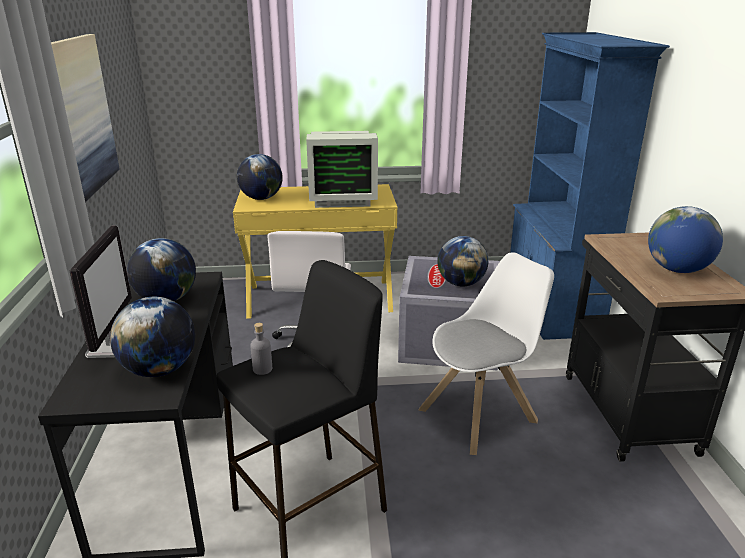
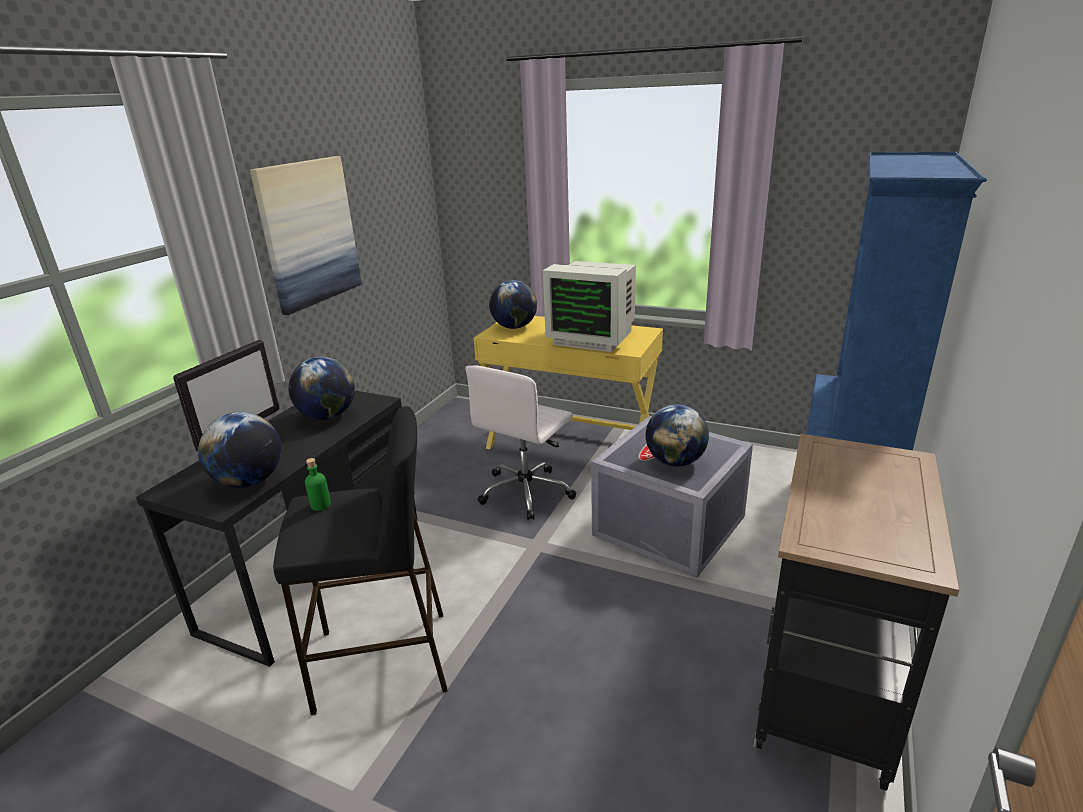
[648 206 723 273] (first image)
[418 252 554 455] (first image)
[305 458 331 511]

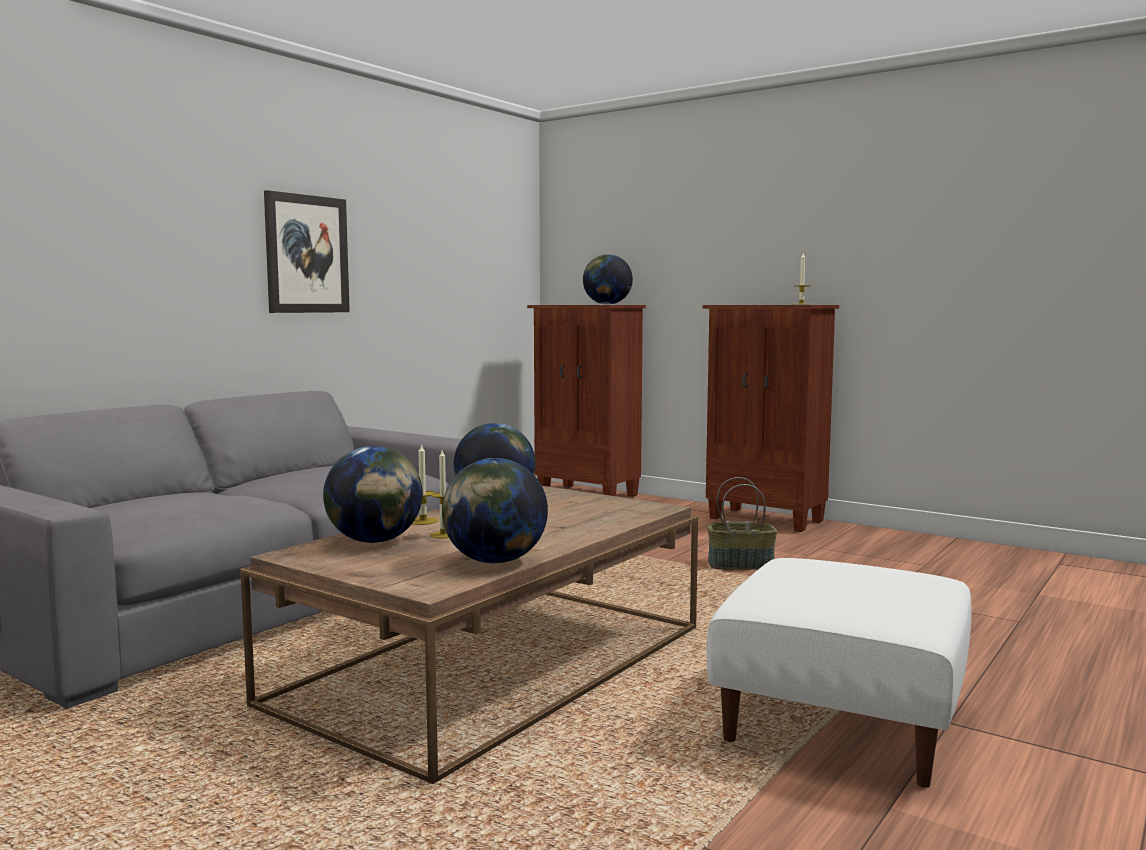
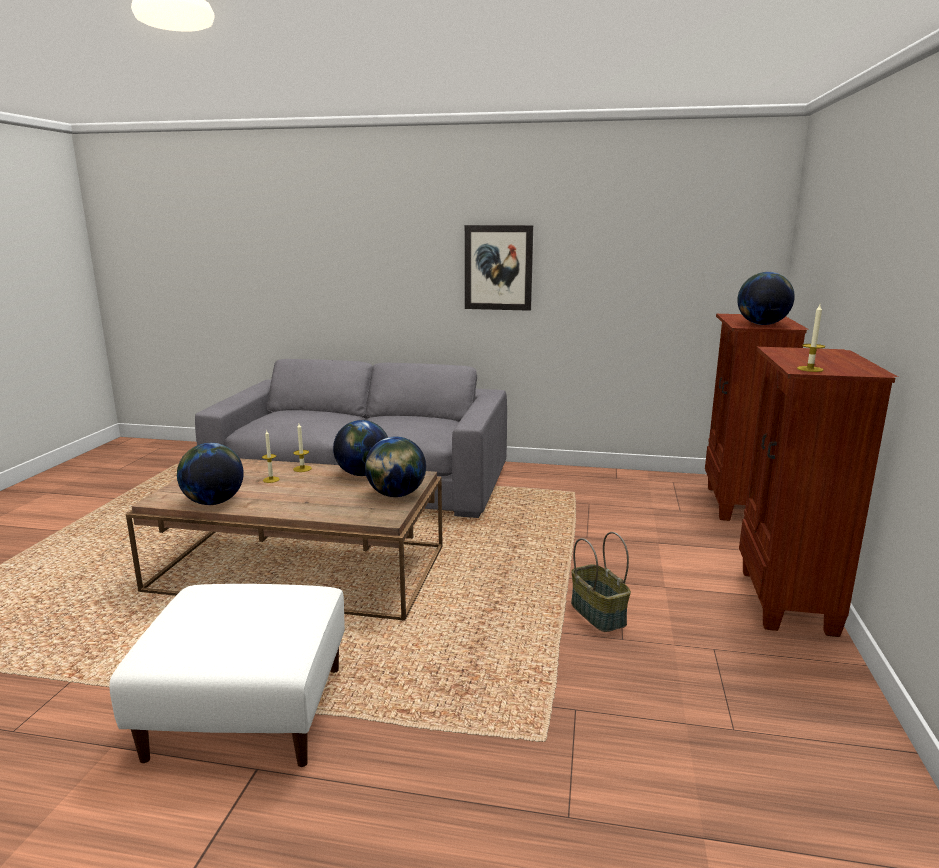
[365 436 426 497]

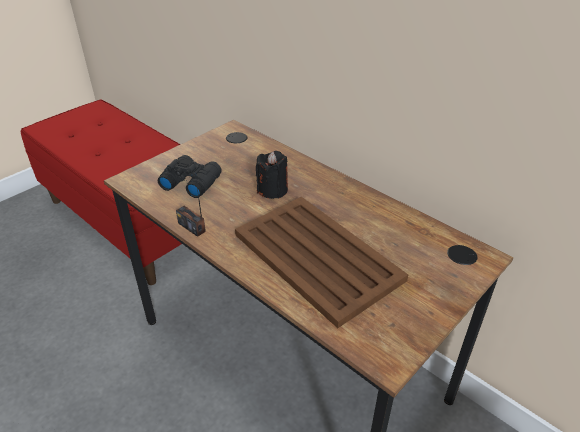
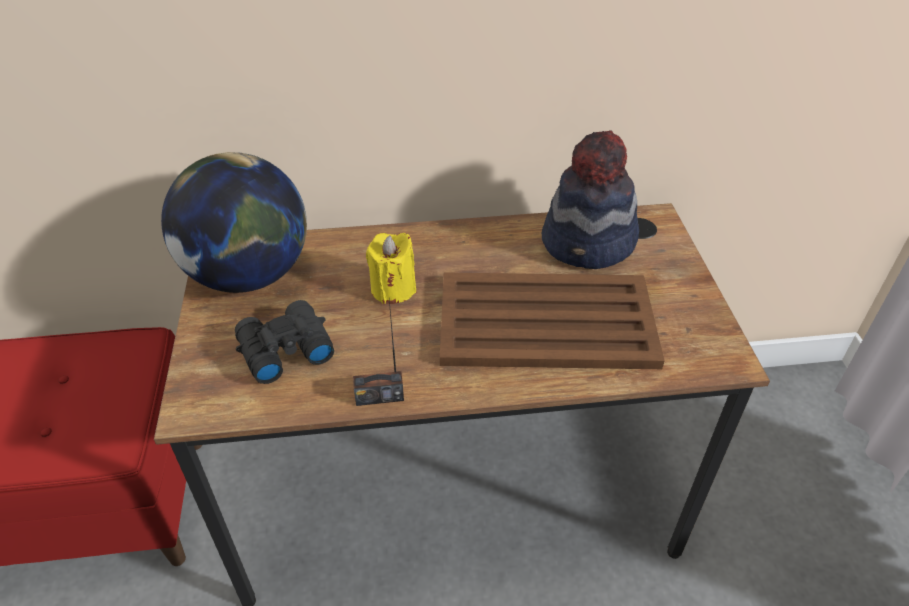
[366 233 416 304]
[542 130 639 269]
[161 152 307 293]

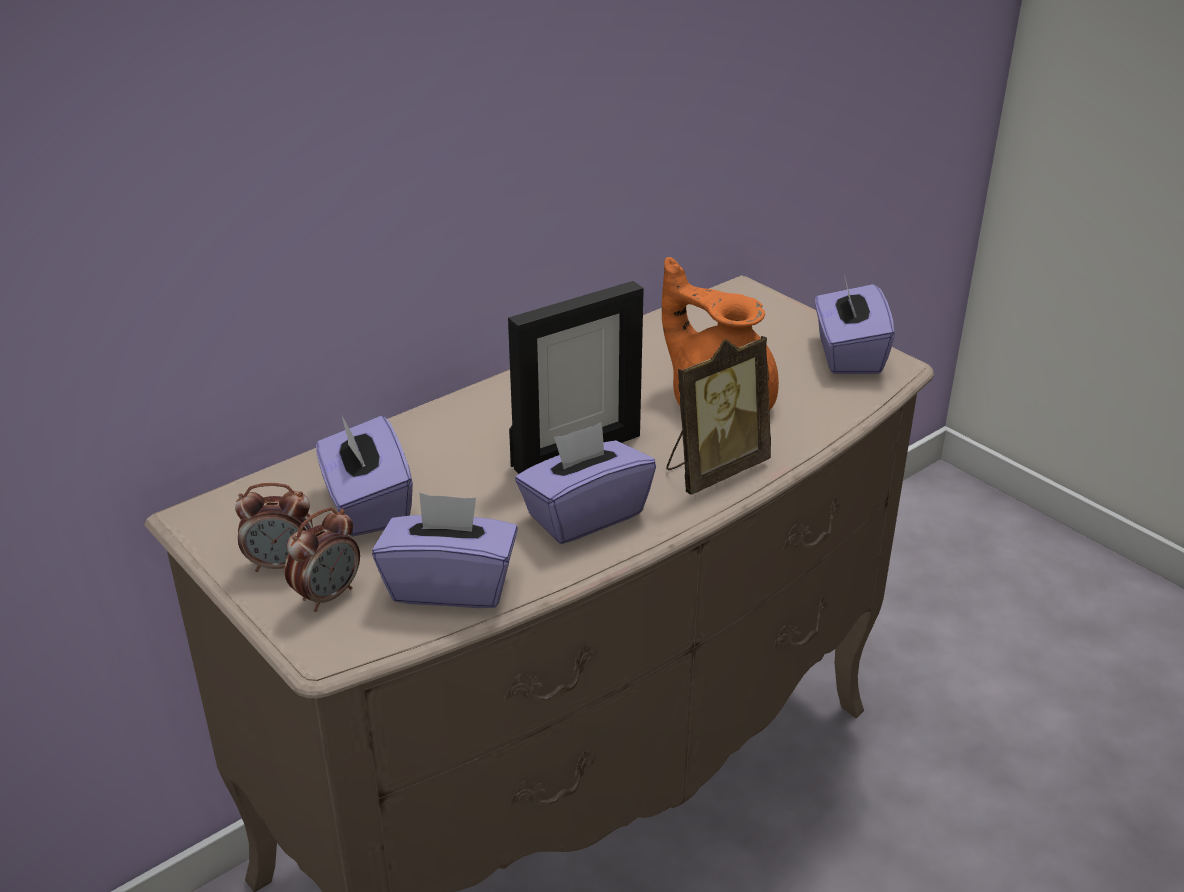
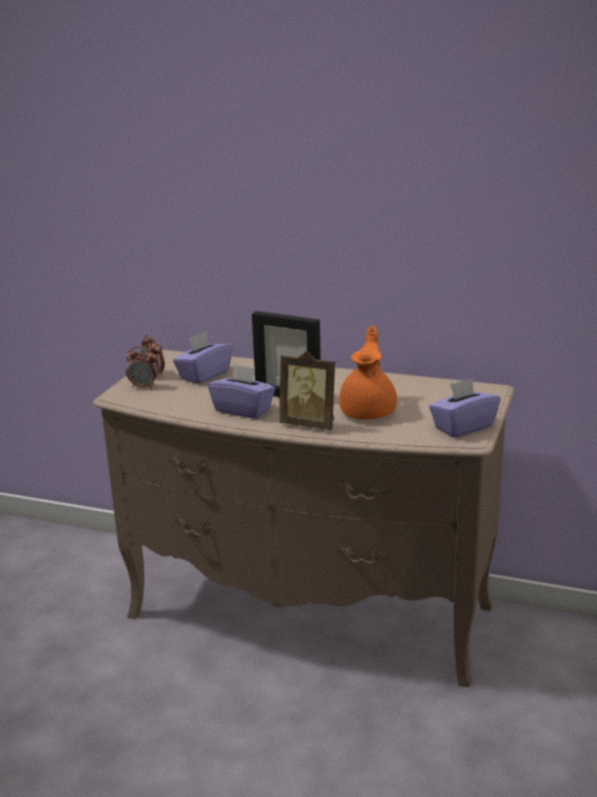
[372 493 518 608] (first image)

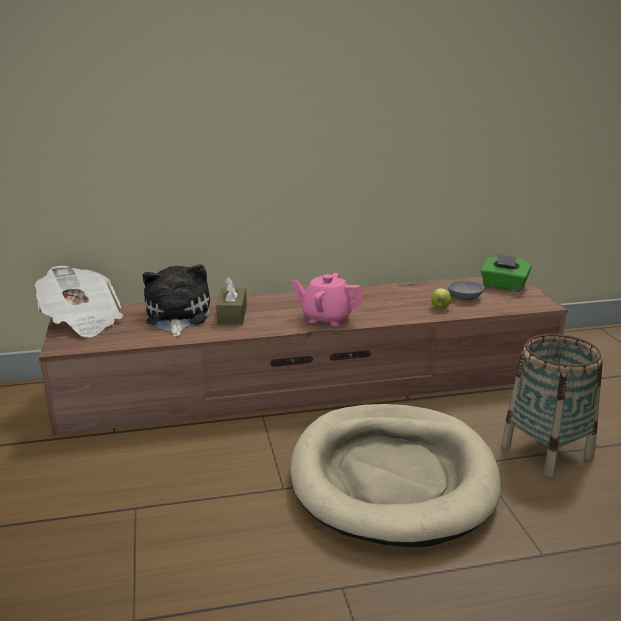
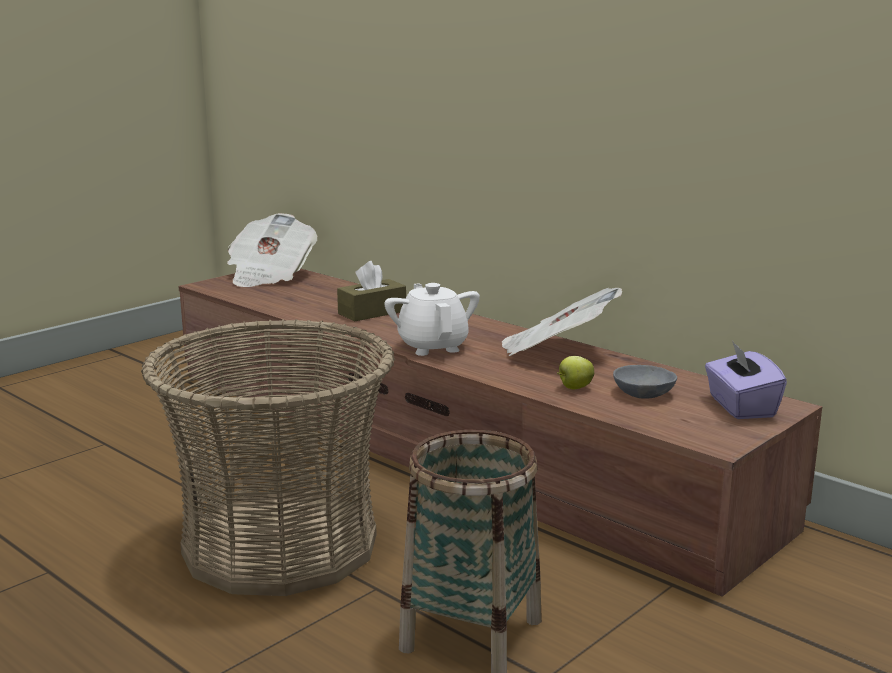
[705 342 787 419]
[143 264 210 337] (first image)
[384 283 480 356]
[141 319 395 596]
[502 288 622 356]

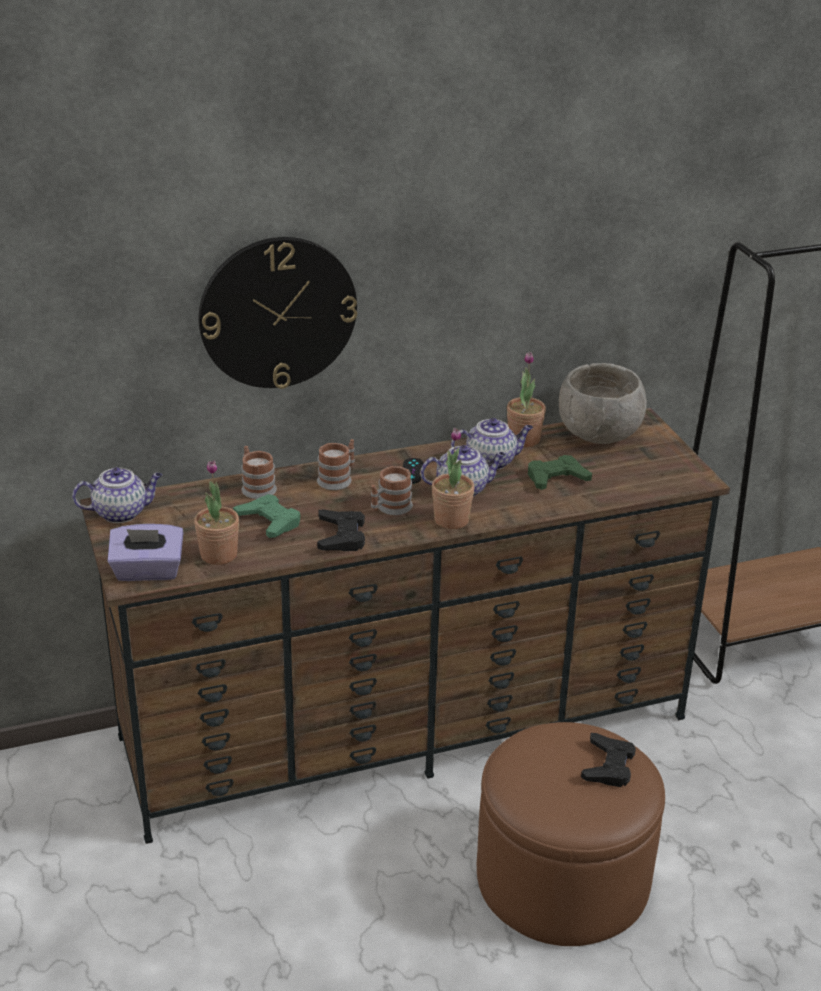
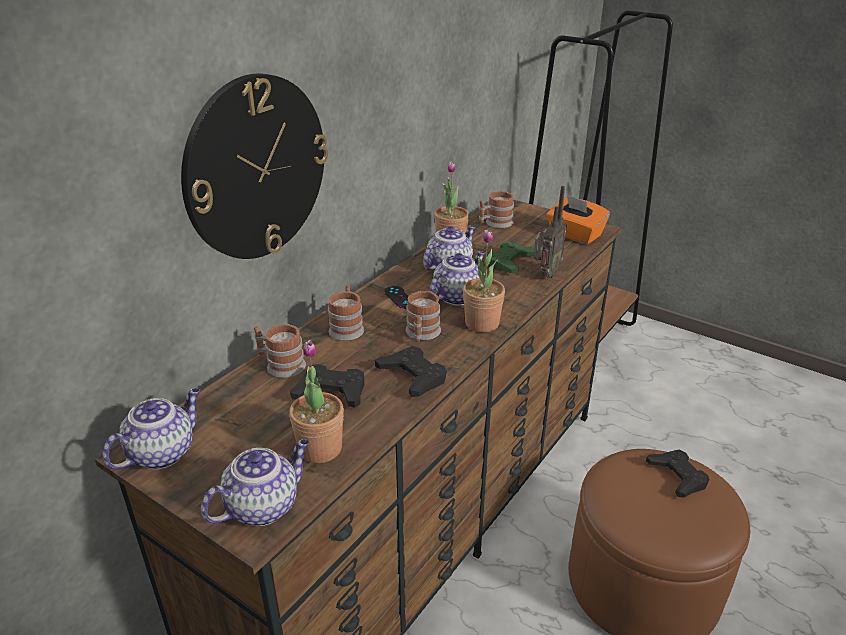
[479 191 514 229]
[290 364 365 408]
[201 439 309 526]
[534 186 567 278]
[546 195 610 245]

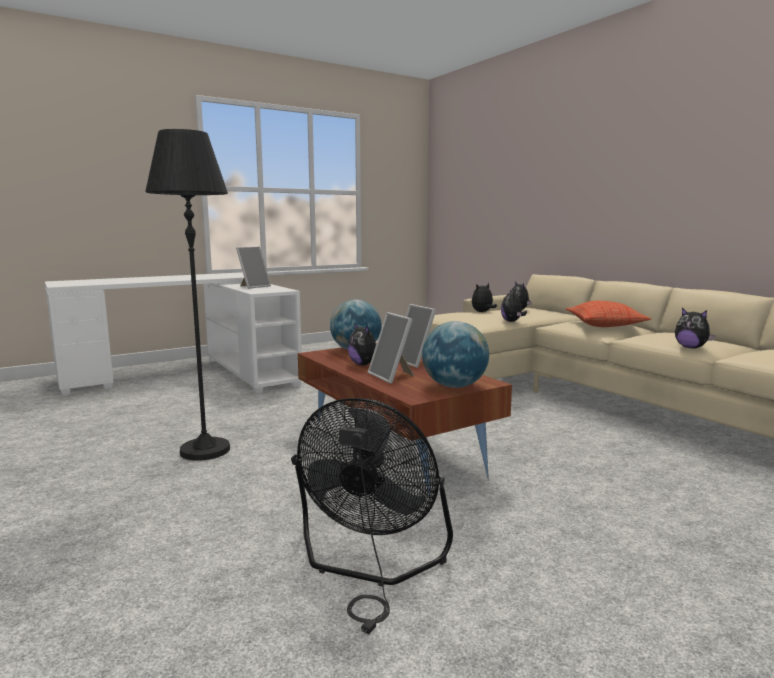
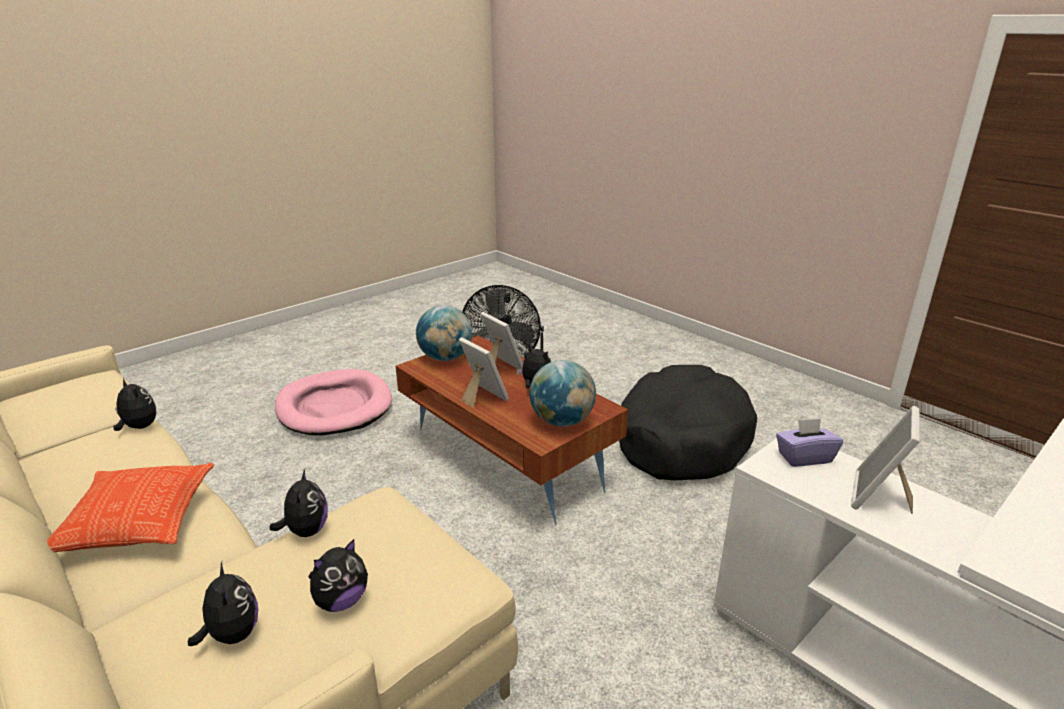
[619 365 757 481]
[275 369 392 436]
[776 418 843 467]

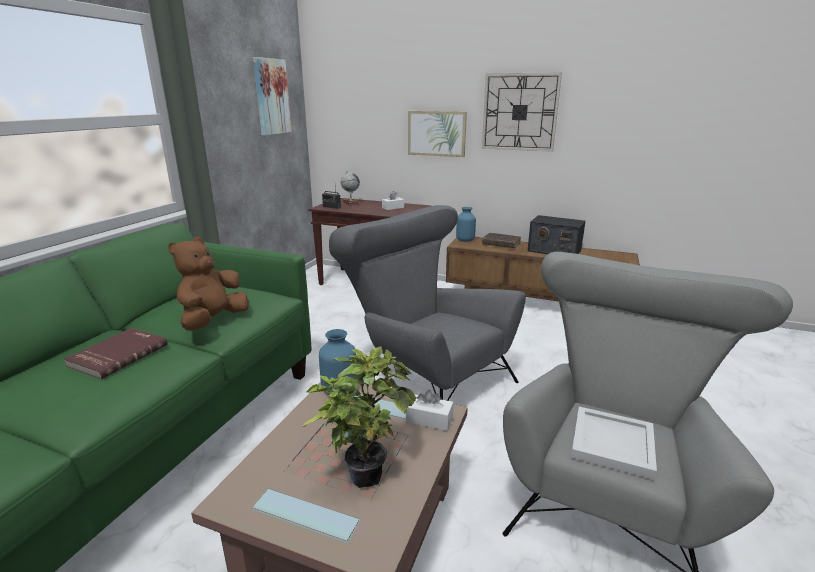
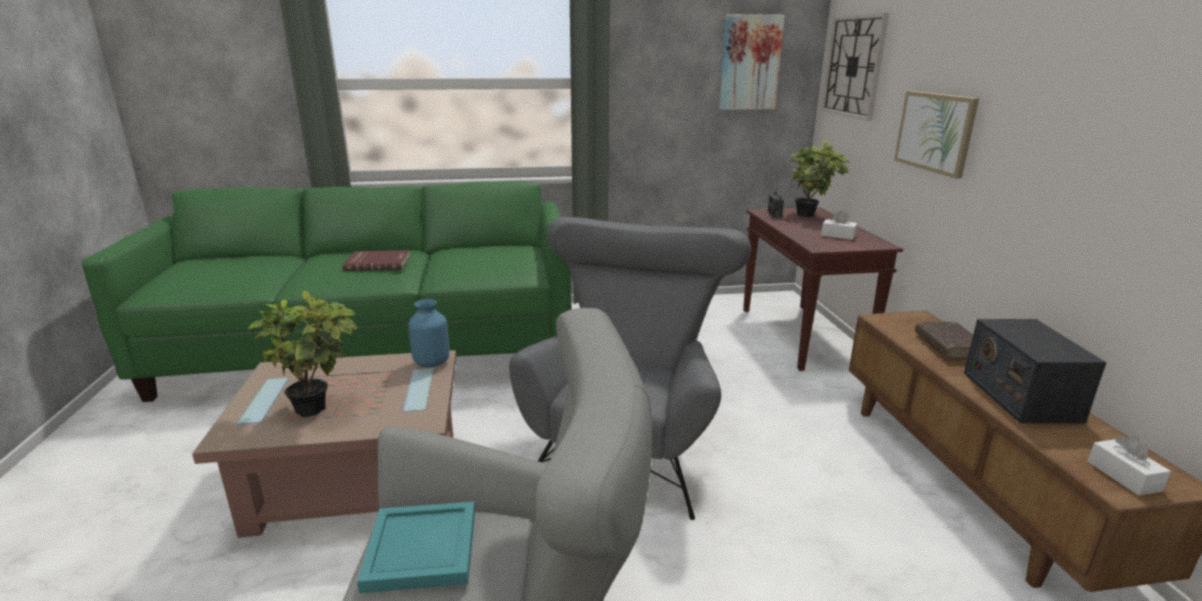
[822 13 889 121]
[790 140 850 217]
[456 207 476 242] (first image)
[168 237 249 331] (first image)
[1088 436 1171 495]
[357 502 475 594]

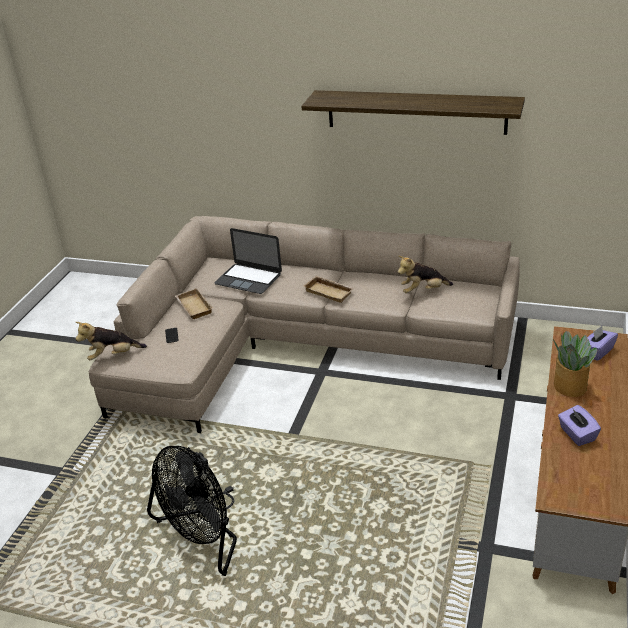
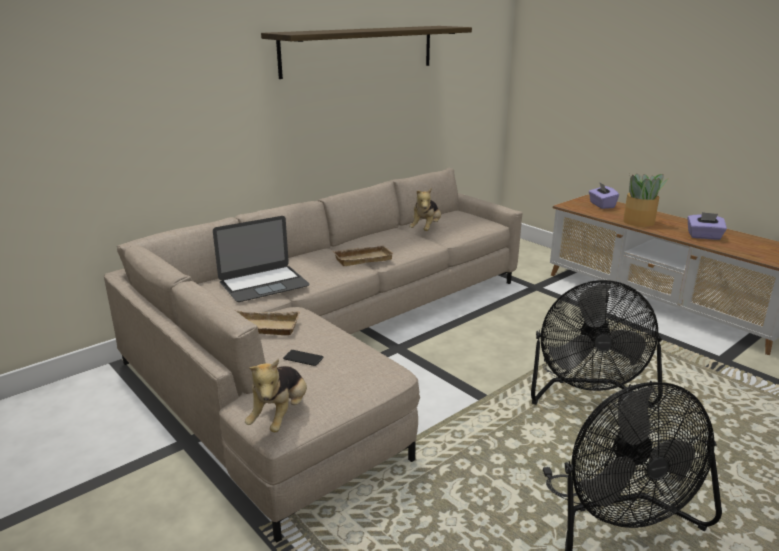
[531 280 663 409]

